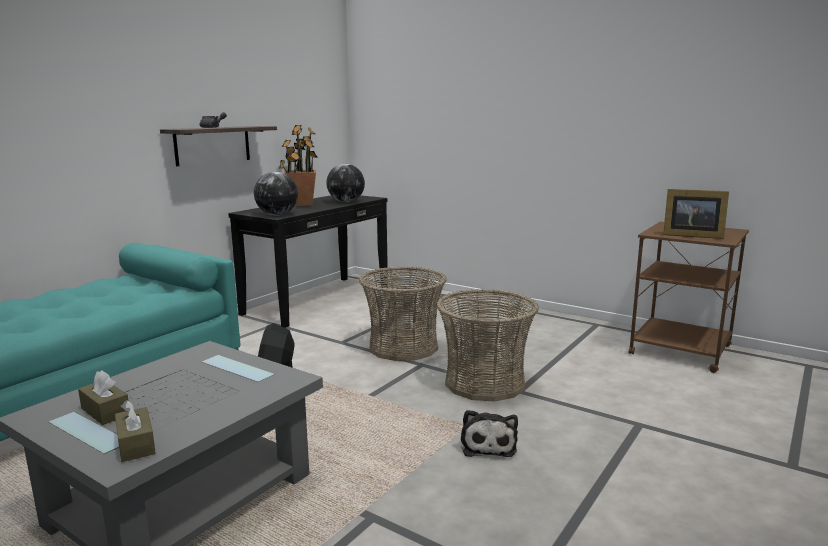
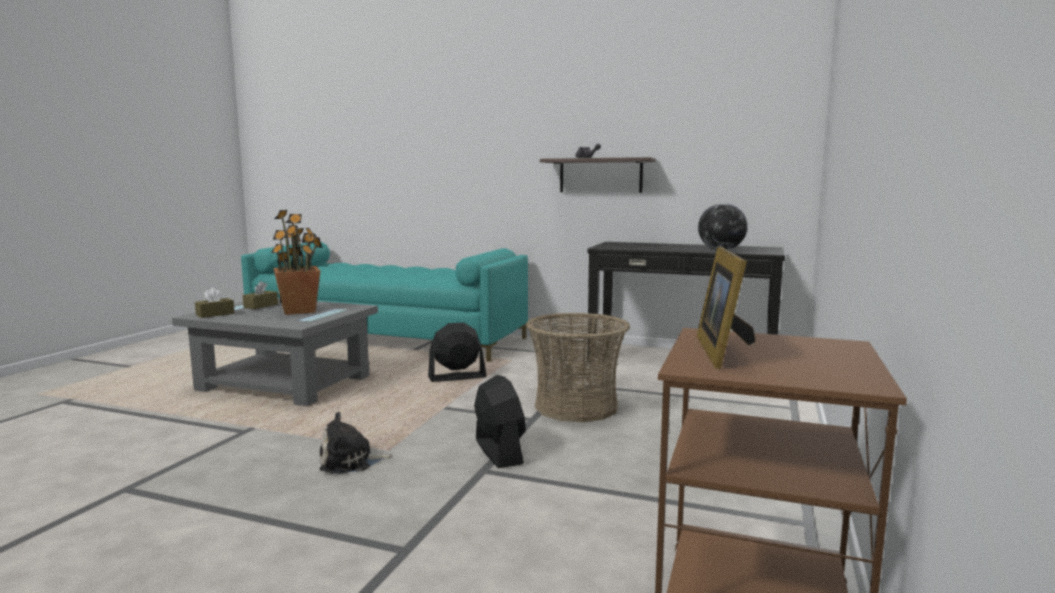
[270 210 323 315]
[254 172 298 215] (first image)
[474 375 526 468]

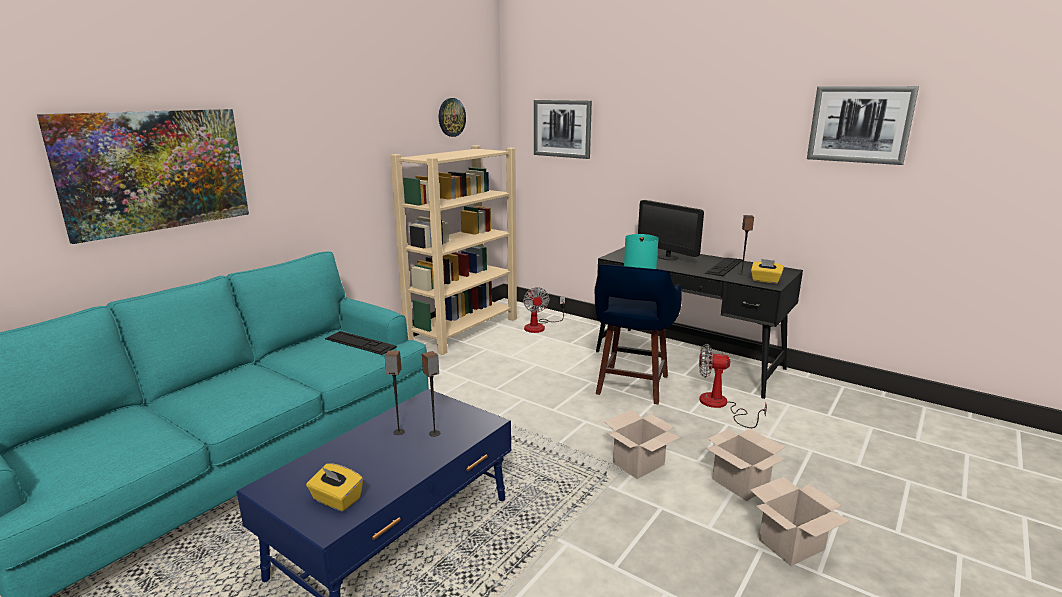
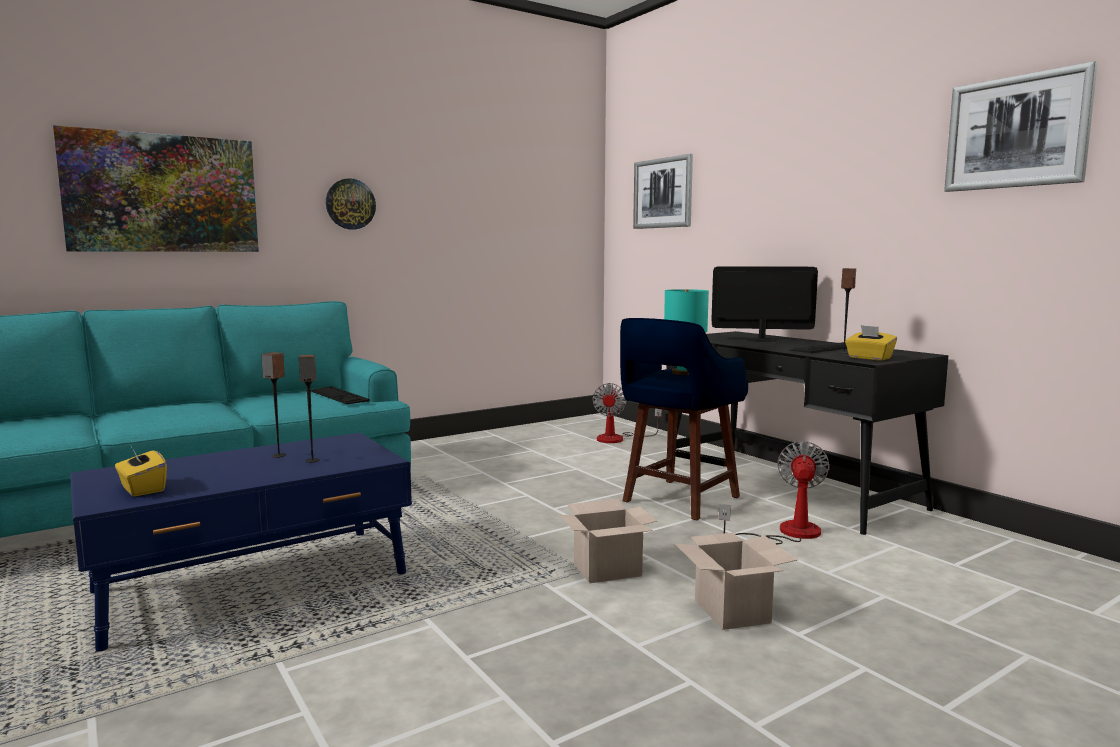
[326 178 376 230]
[390 145 517 355] (first image)
[712 266 818 342]
[719 441 830 545]
[750 477 851 566] (first image)

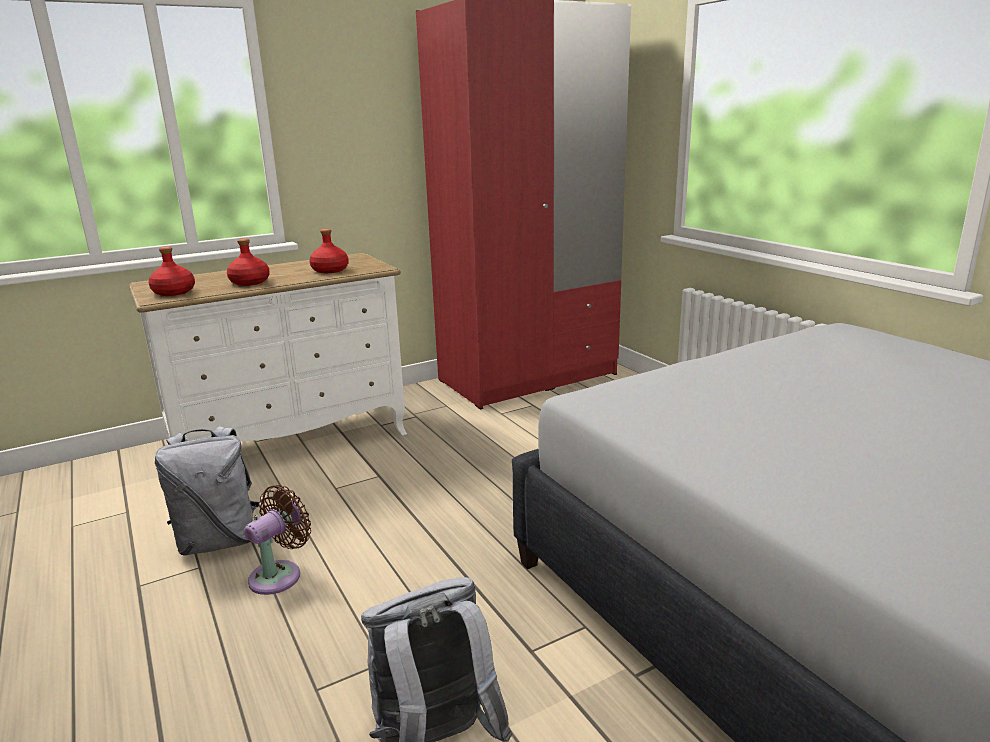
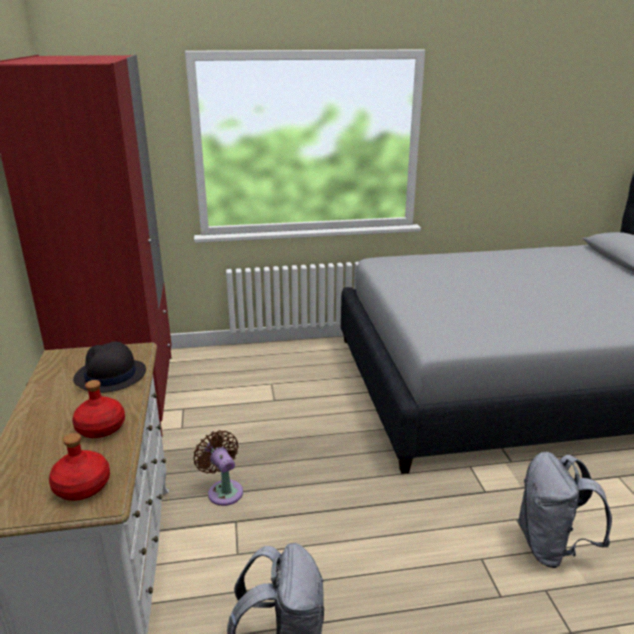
[73 342 146 393]
[193 430 243 506]

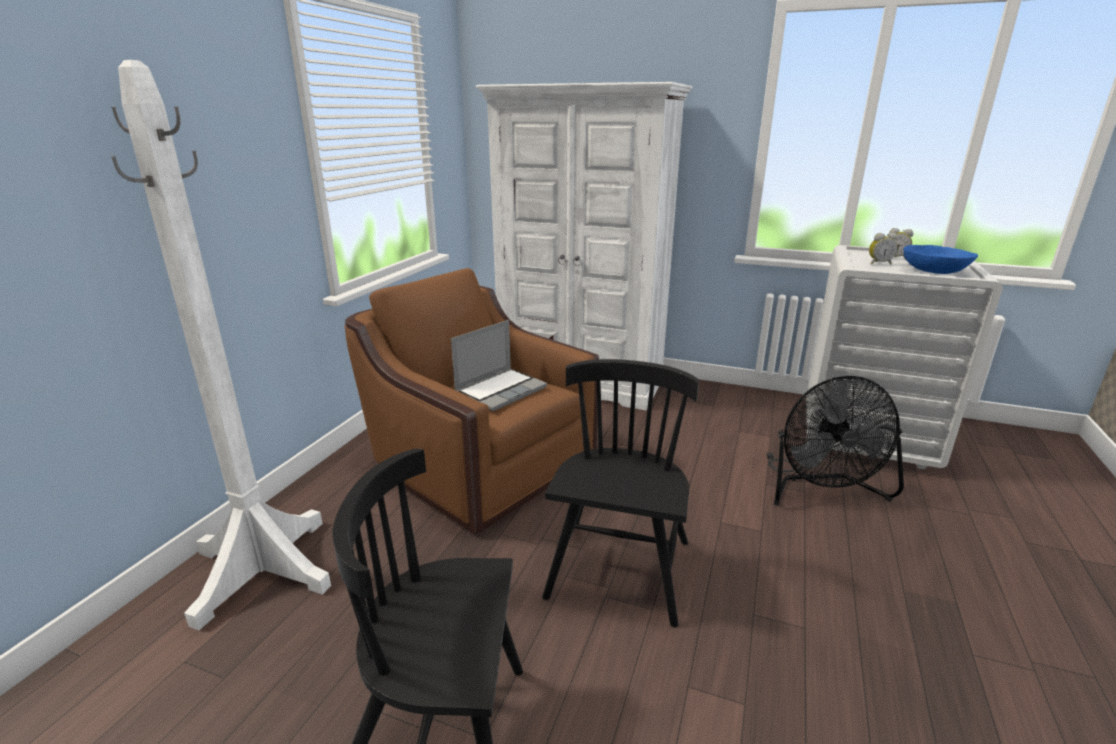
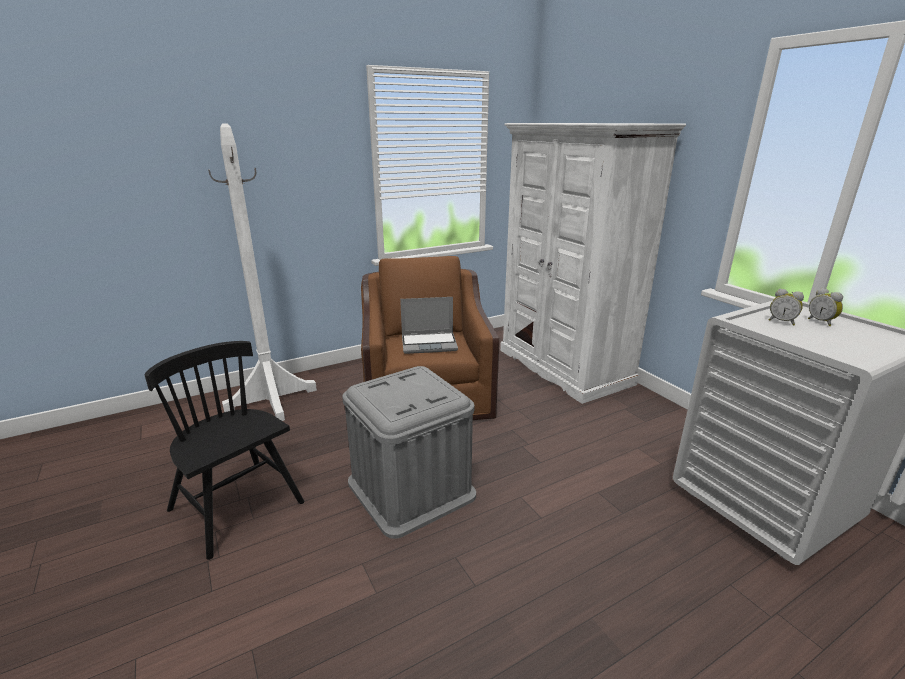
[903 245 978 274] (first image)
[342 366 476 539]
[767 376 904 506] (first image)

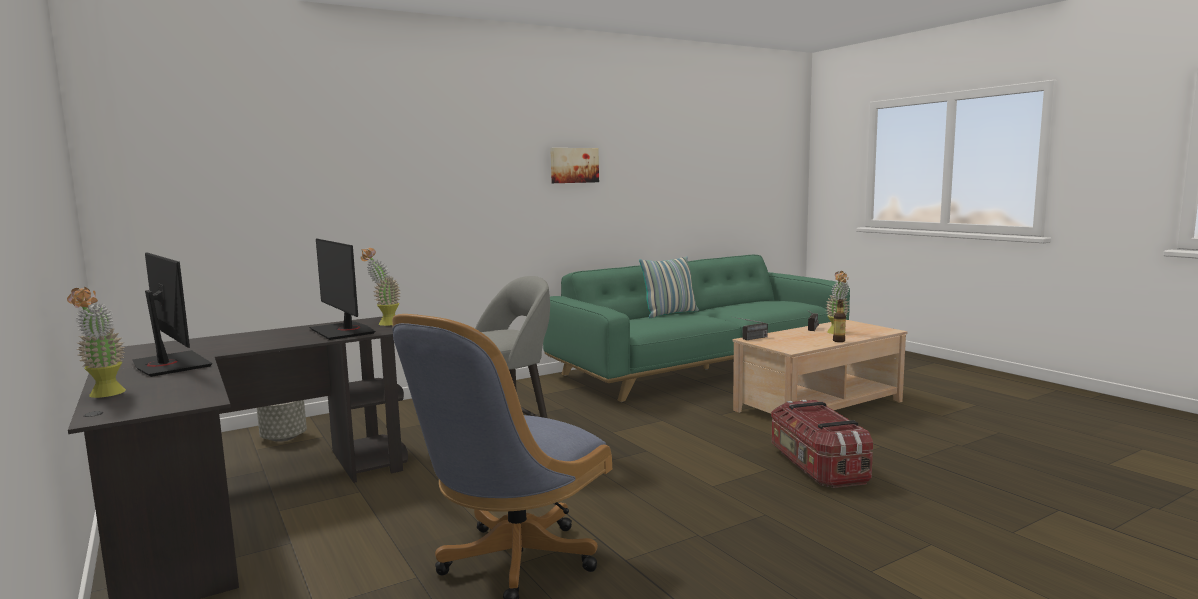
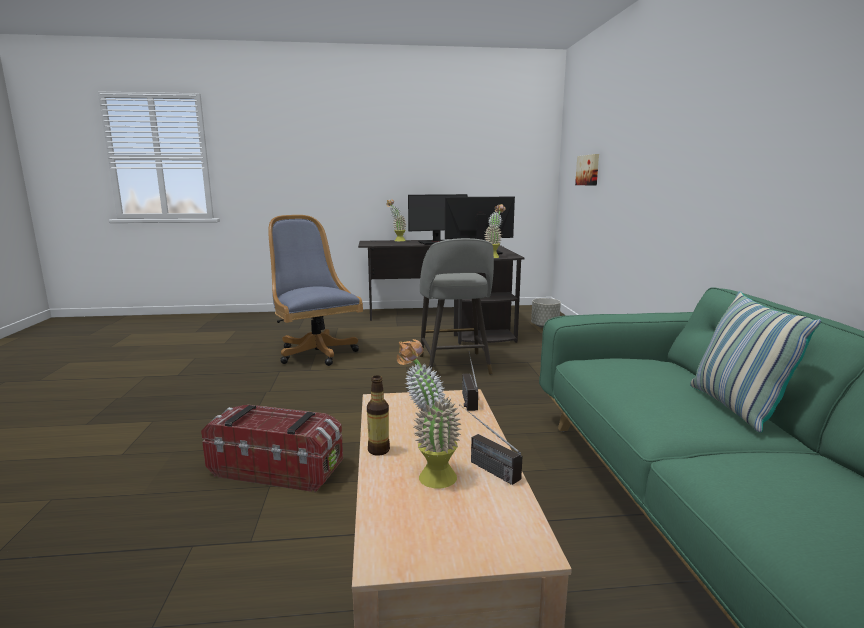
[575 154 599 186]

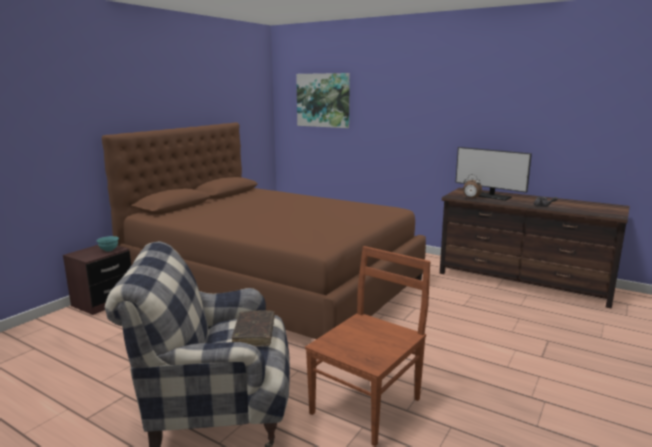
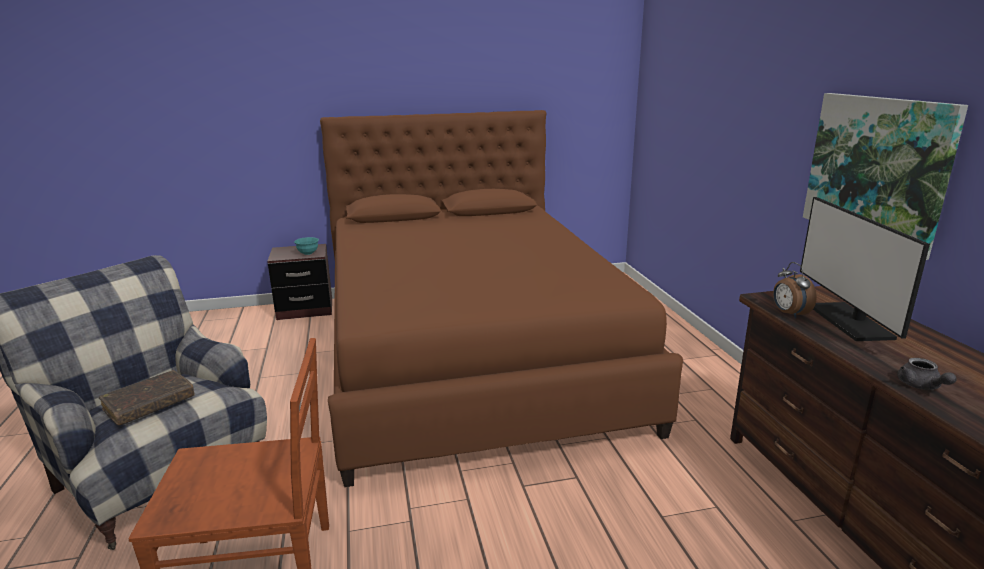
[803 93 968 260]

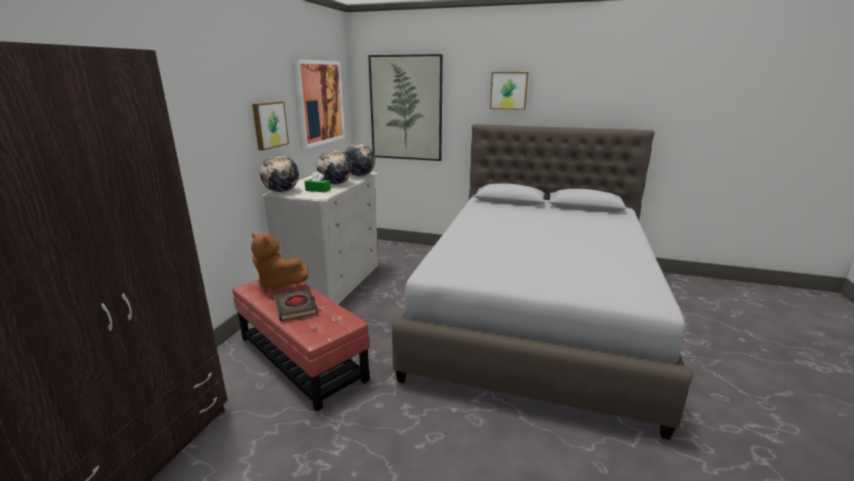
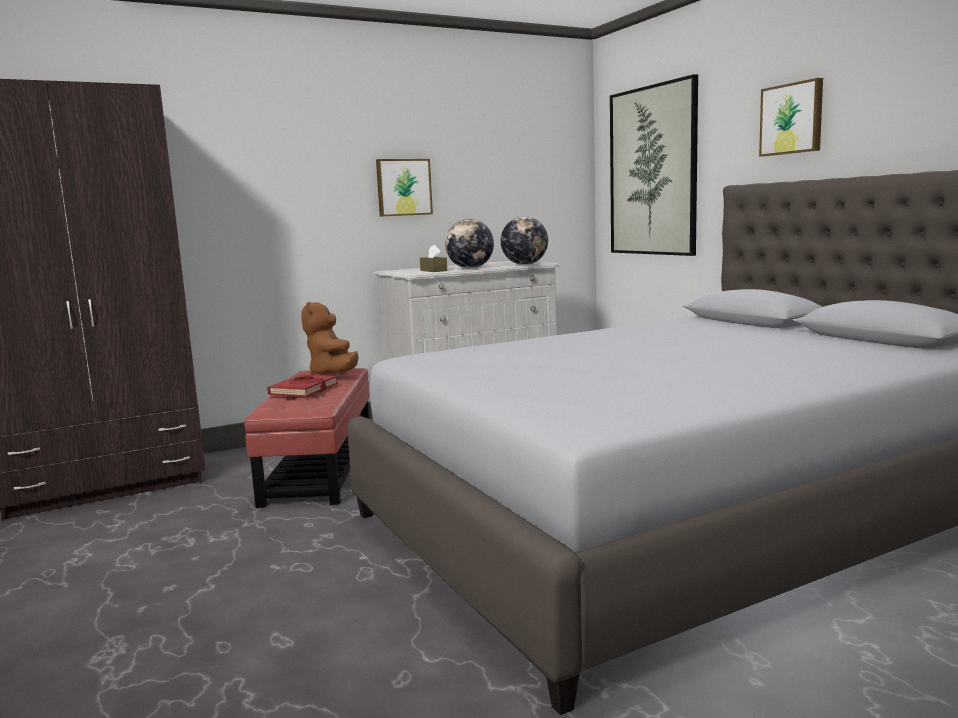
[294 59 345 149] (first image)
[260 155 299 192] (first image)
[420 245 447 272]
[267 374 338 397]

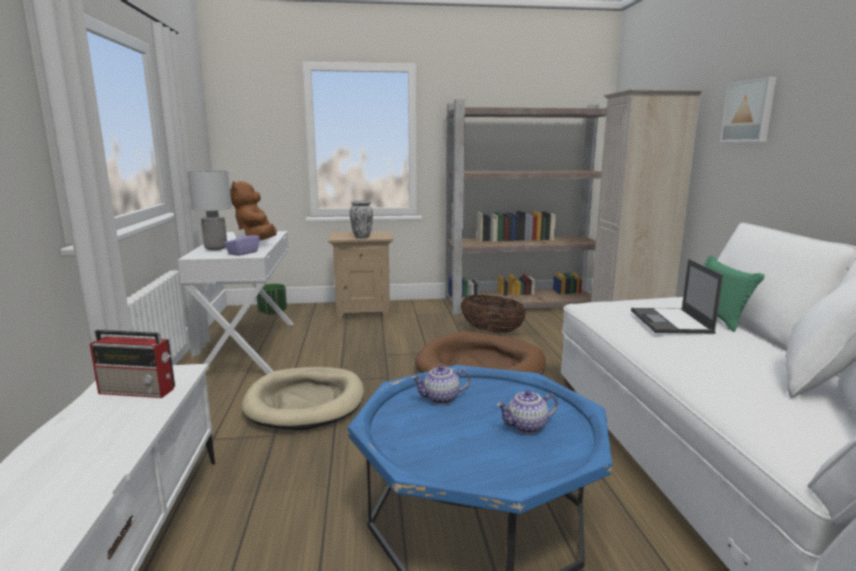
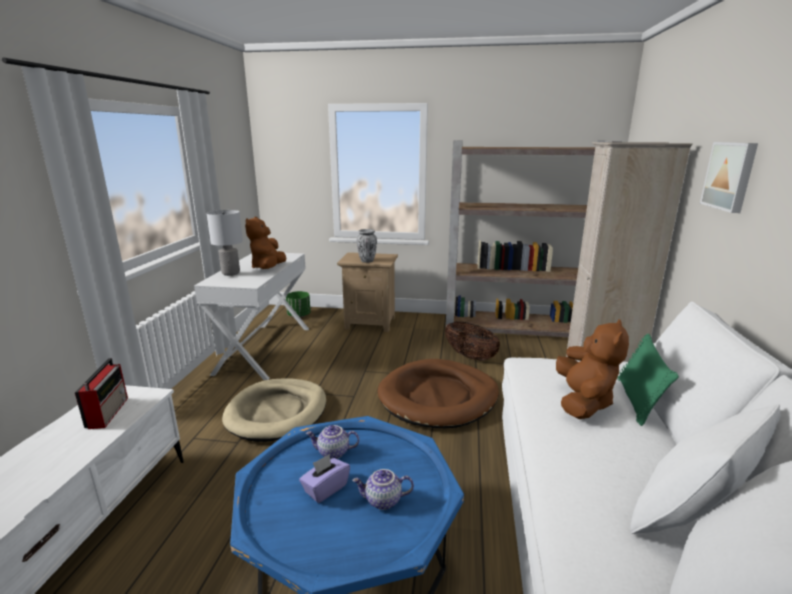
[299 454 350 503]
[556 319 629 419]
[75 358 128 429]

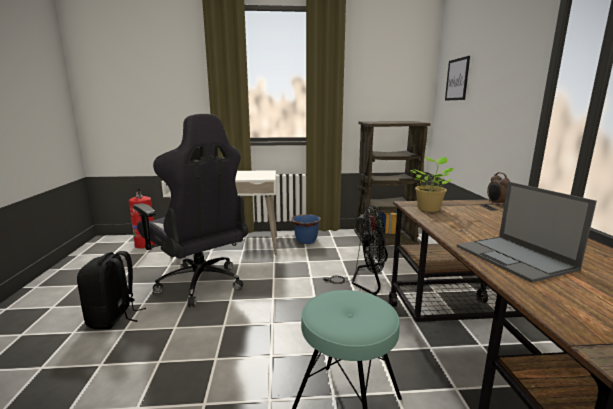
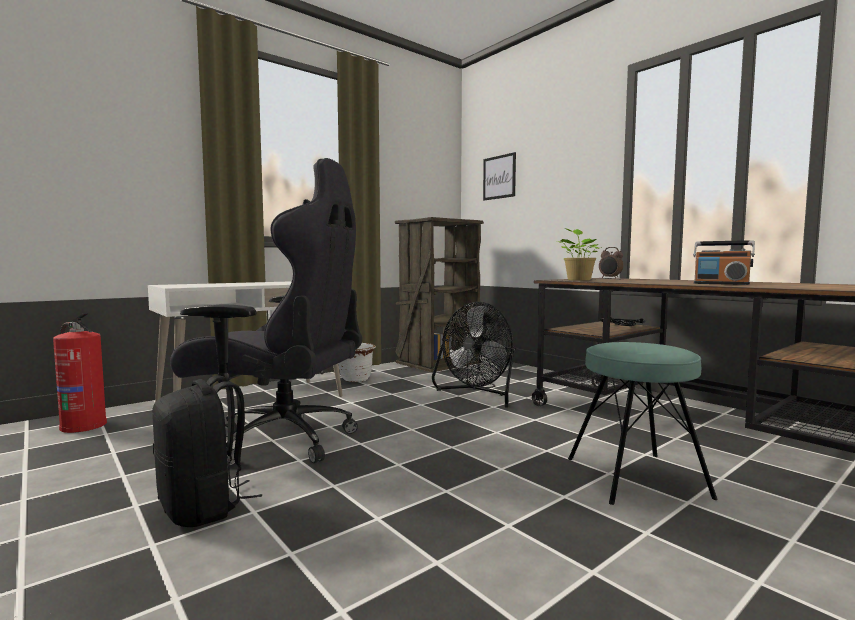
[693 240 755 285]
[432 302 516 408]
[338 343 376 382]

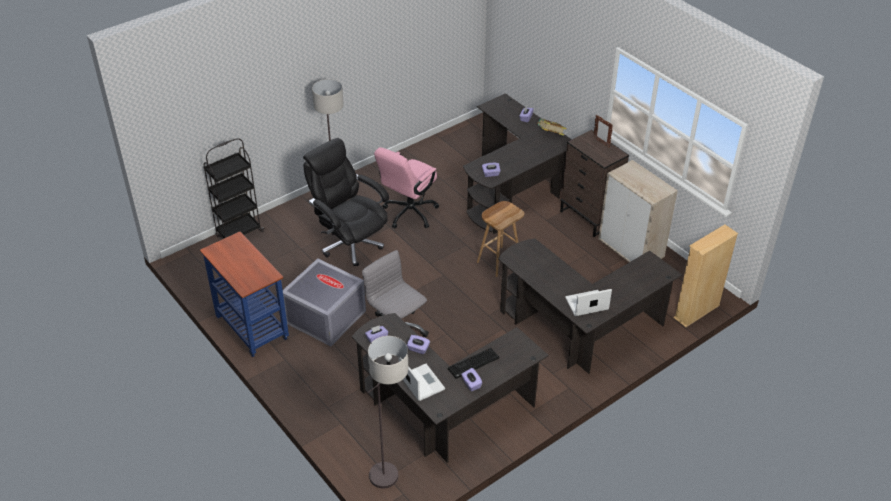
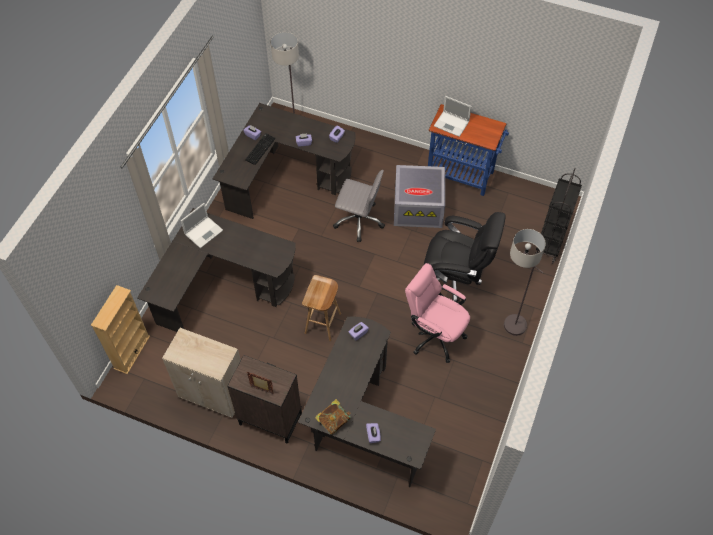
[405 263 470 363]
[434 96 472 137]

